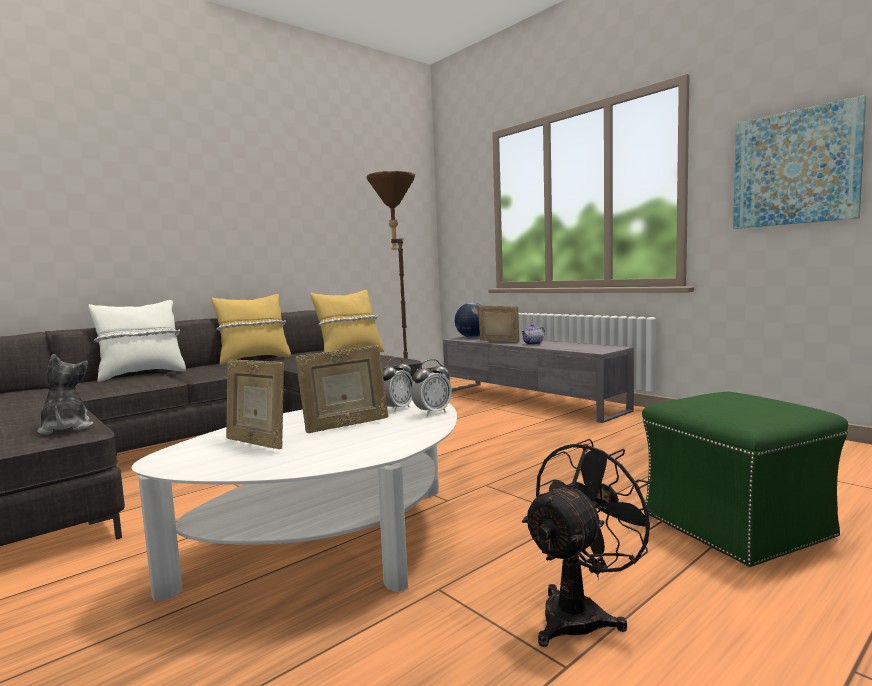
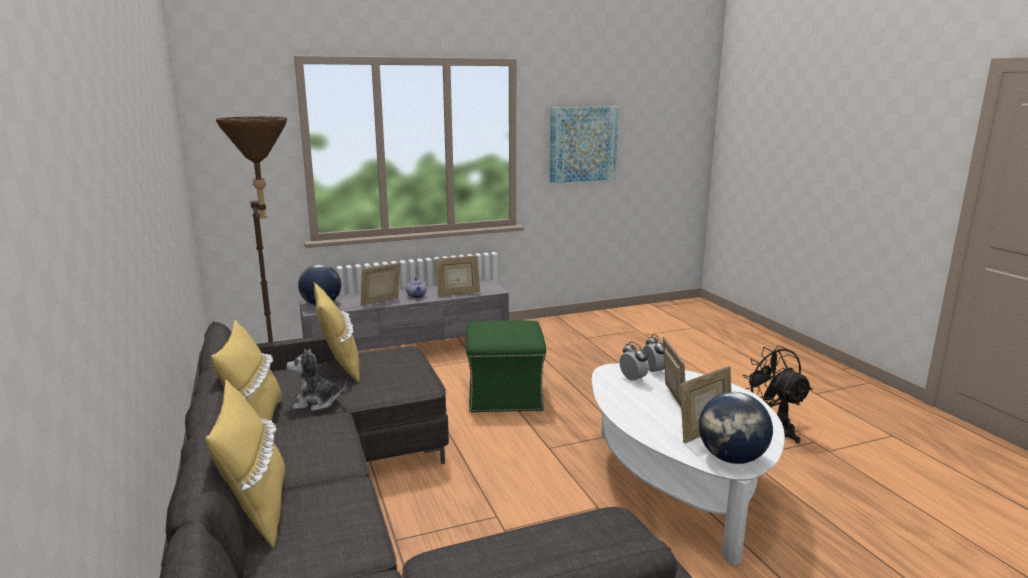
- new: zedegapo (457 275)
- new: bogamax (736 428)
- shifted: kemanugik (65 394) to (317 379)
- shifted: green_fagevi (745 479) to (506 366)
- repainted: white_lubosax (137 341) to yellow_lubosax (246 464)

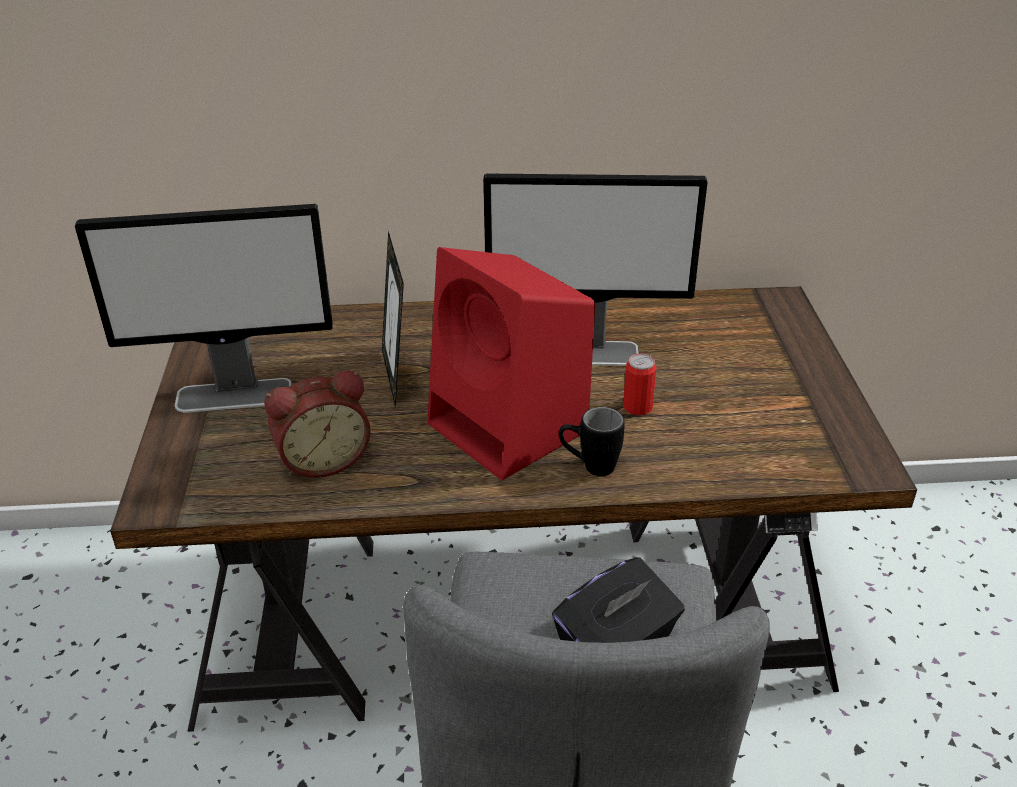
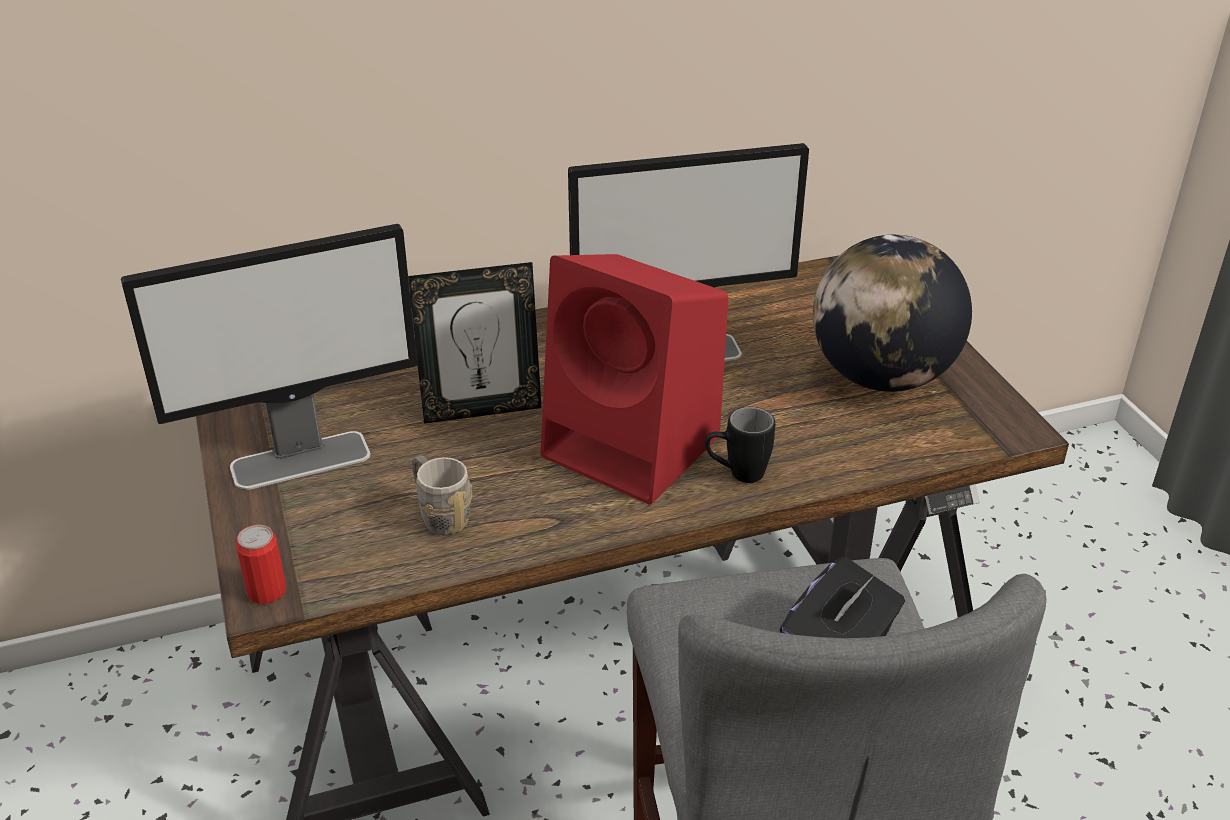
- new: bogamax (892 313)
- shifted: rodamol (639 384) to (261 564)
- swapped: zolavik (317 424) to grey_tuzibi (442 495)
- rotated: zedegapo (393 319) = (475 343) 75 degrees counterclockwise

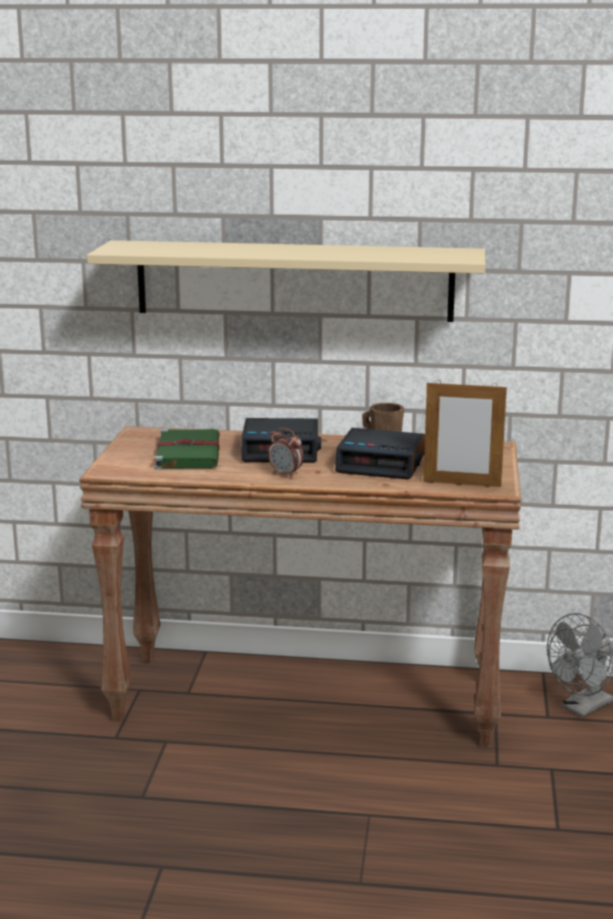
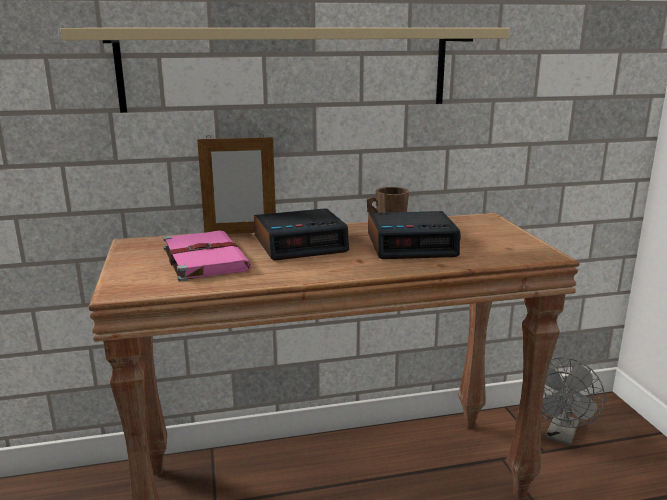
- gone: zolavik (285 453)
- shifted: zedegapo (465 433) to (236 184)
- repainted: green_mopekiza (187 449) to pink_mopekiza (207 256)

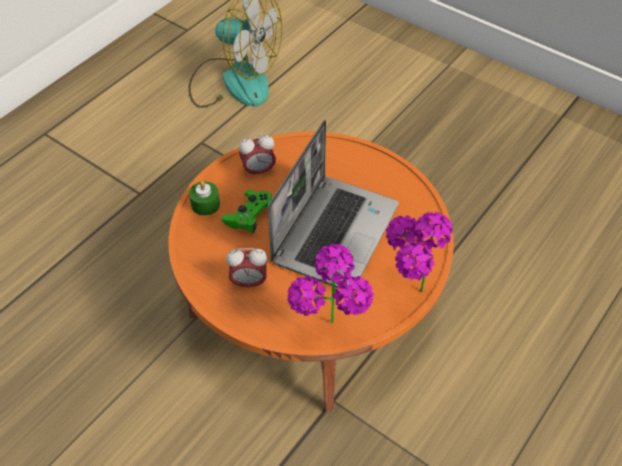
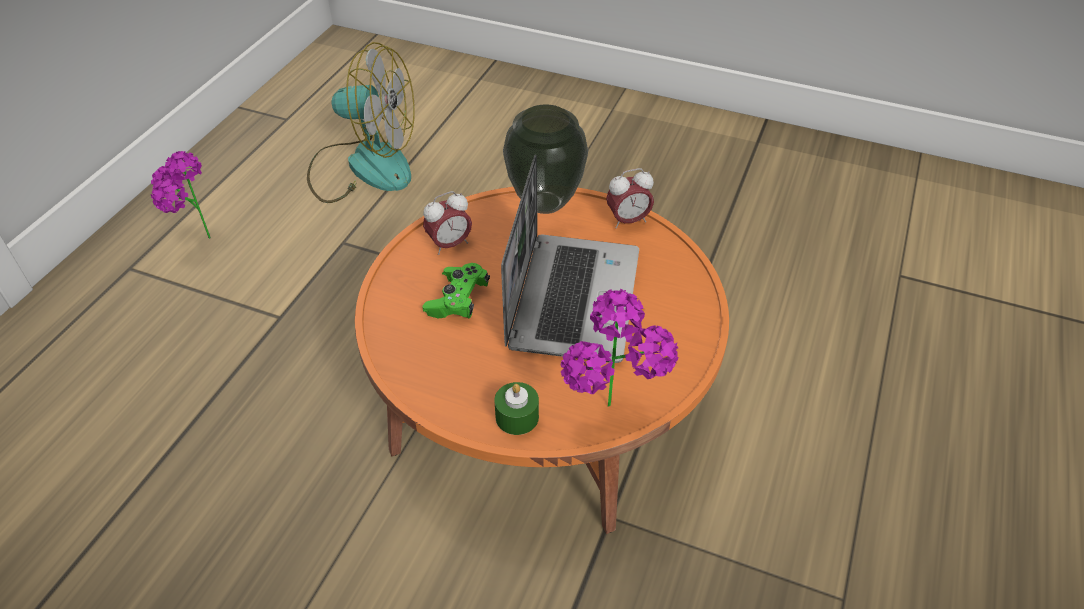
- new: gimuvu (545 159)
- shifted: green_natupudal (204 198) to (517 408)
- shifted: zolavik (246 268) to (630 198)
- shifted: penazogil (419 252) to (181 195)

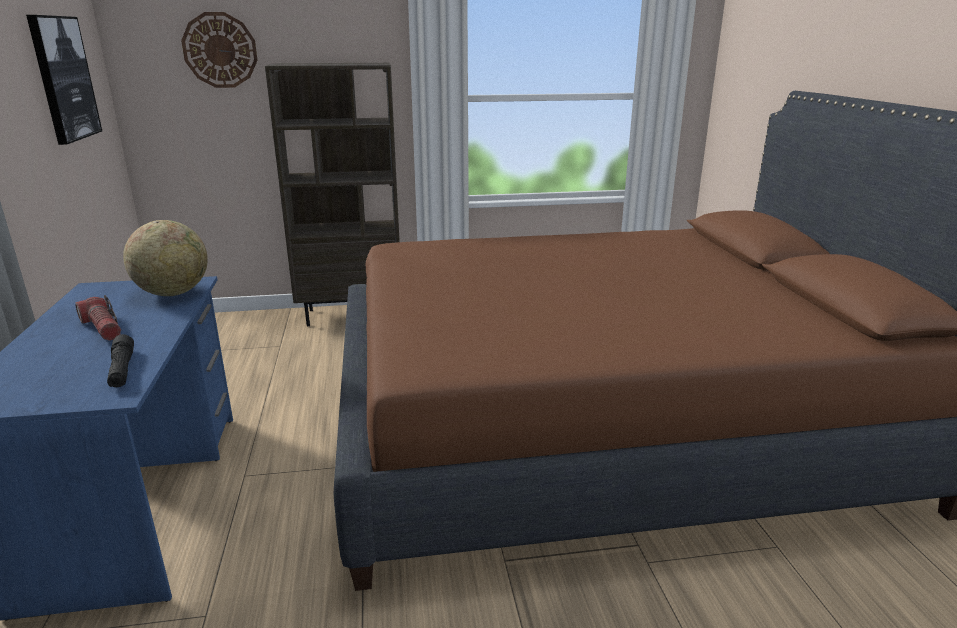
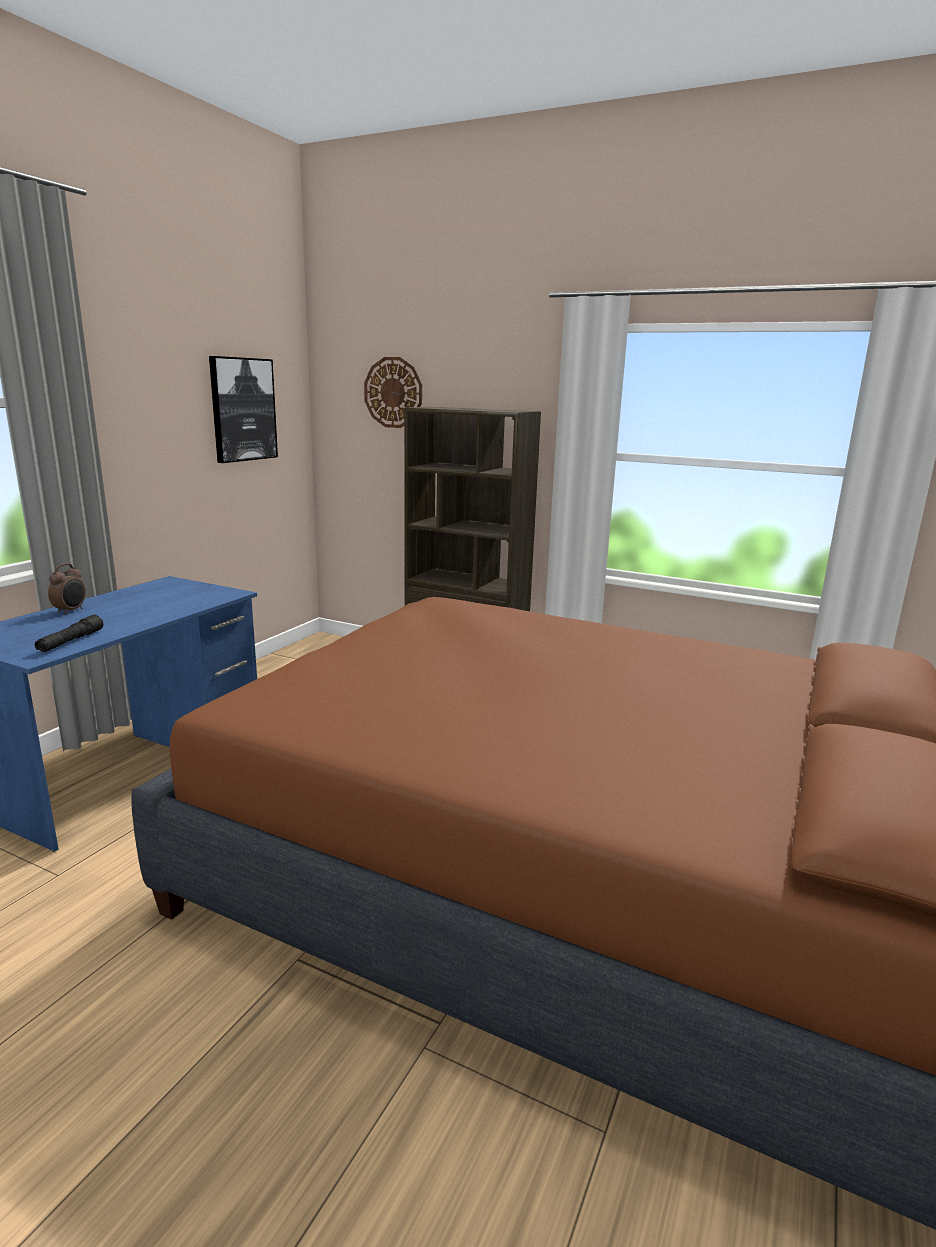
- gone: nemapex (98 318)
- gone: bogamax (165 258)
- new: zolavik (67 588)

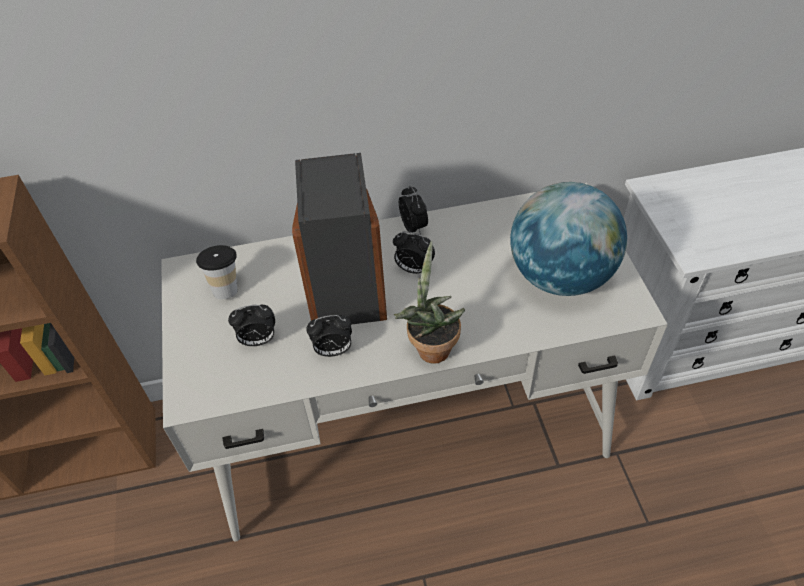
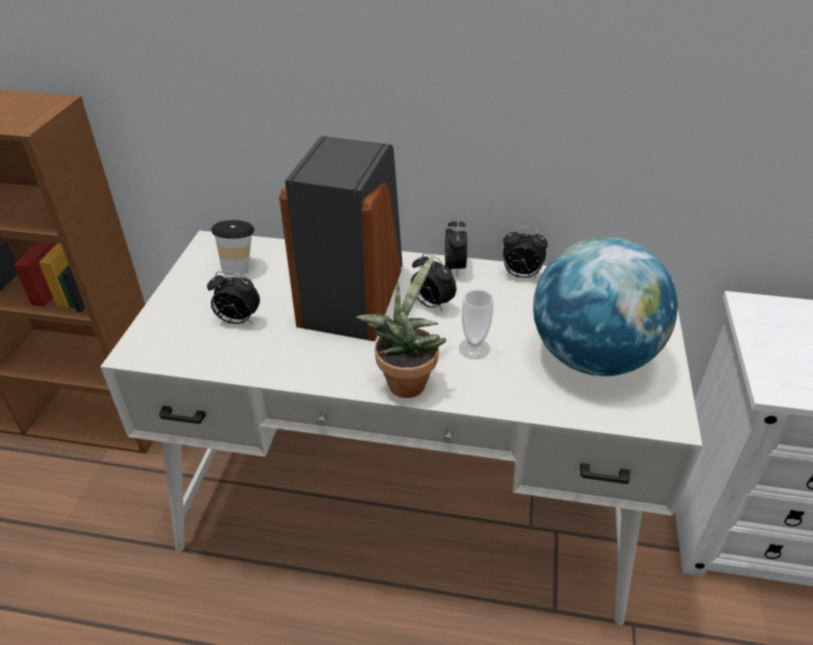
- new: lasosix (476 324)
- shifted: zolavik (329 336) to (525 253)

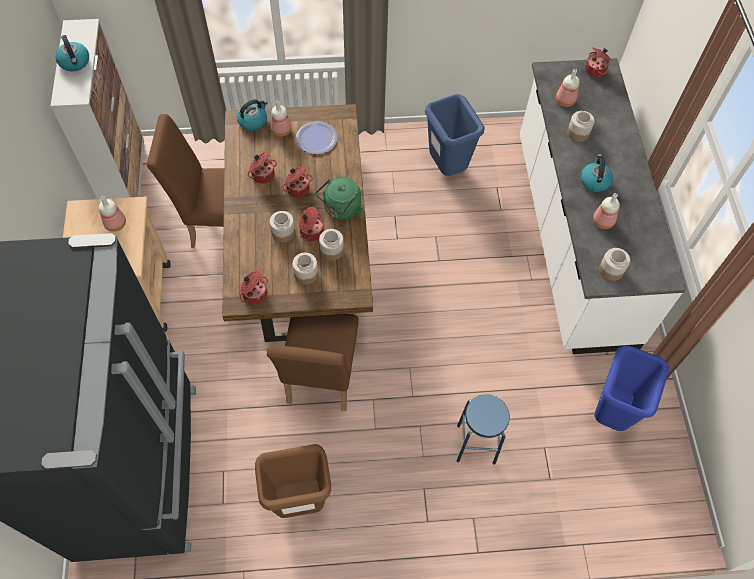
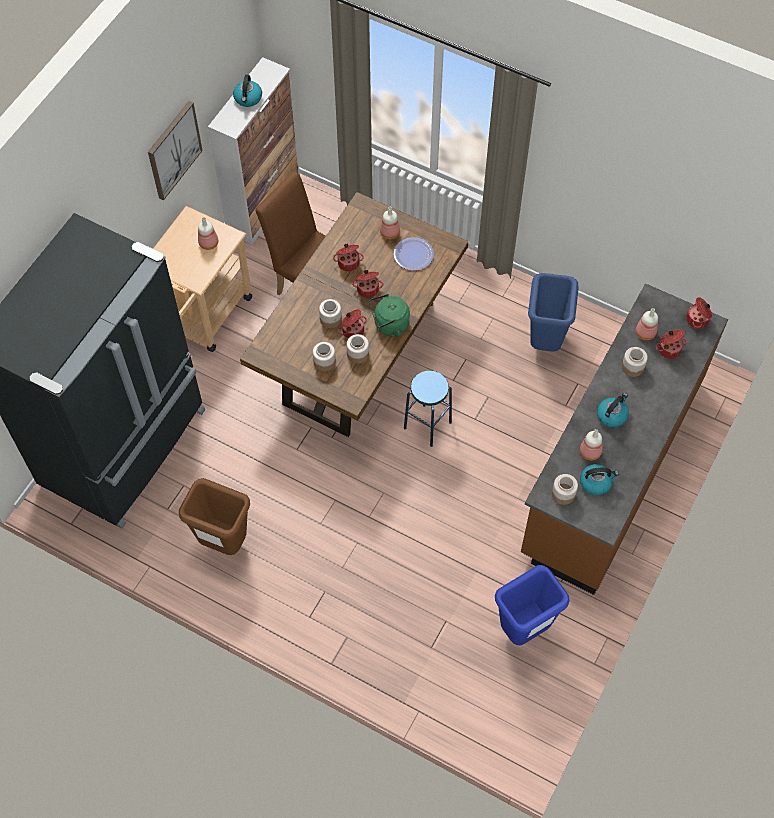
- gone: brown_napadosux (313 362)
- new: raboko (175 151)
- shifted: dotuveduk (252 115) to (599 479)
- shifted: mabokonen (253 287) to (671 344)
- shifted: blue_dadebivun (483 429) to (428 409)
- repainted: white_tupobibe (603 206) to brown_tupobibe (624 439)

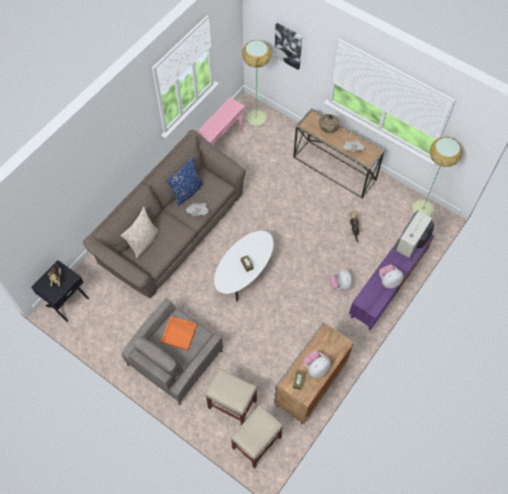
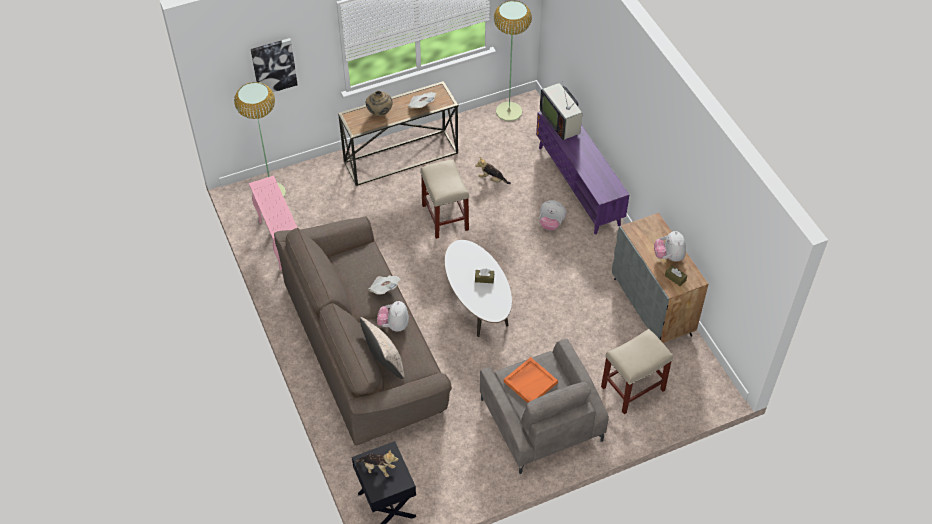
- gone: blue_lubosax (185 181)
- shifted: beige_dadebivun (256 437) to (444 199)
- shifted: kemanugik (391 277) to (393 316)

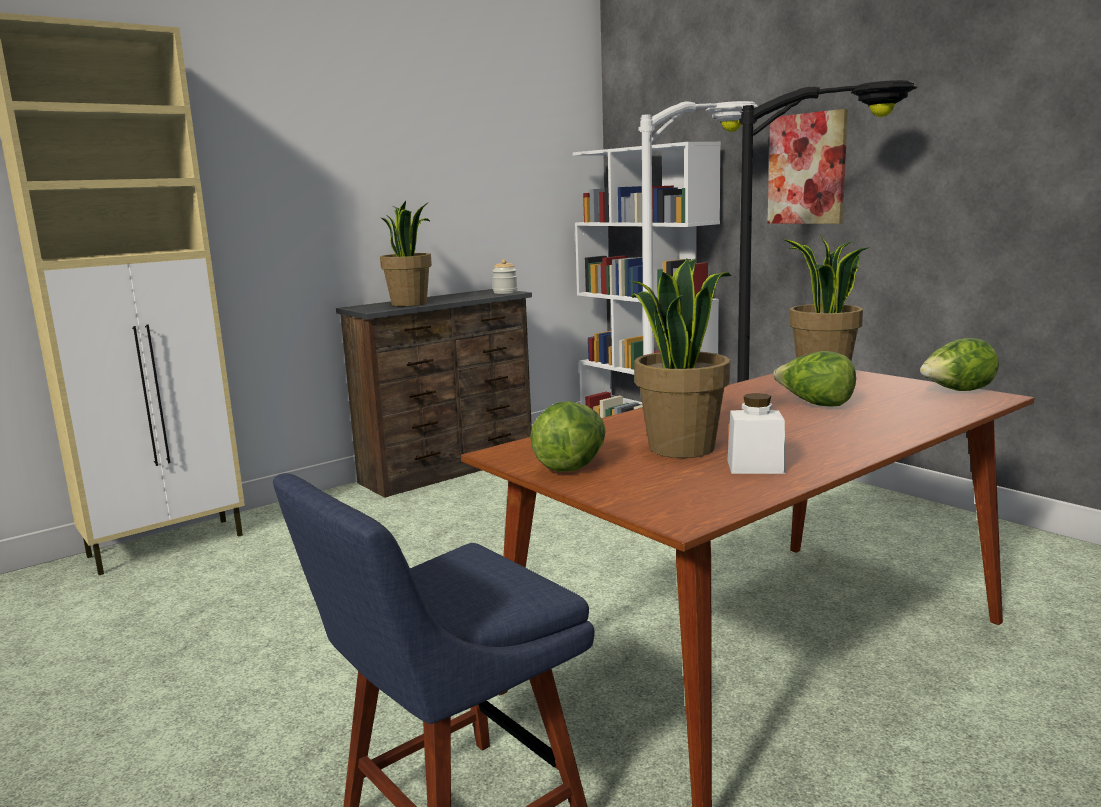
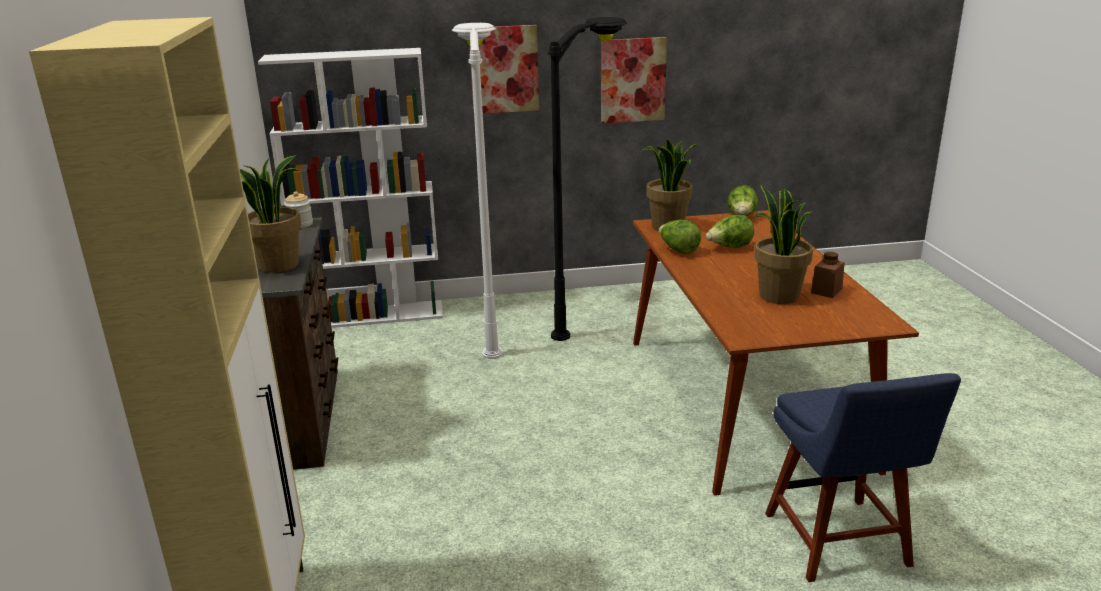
- new: raboko (634 80)
- shifted: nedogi (568 436) to (680 237)
- repainted: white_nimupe (756 433) to brown_nimupe (828 275)

